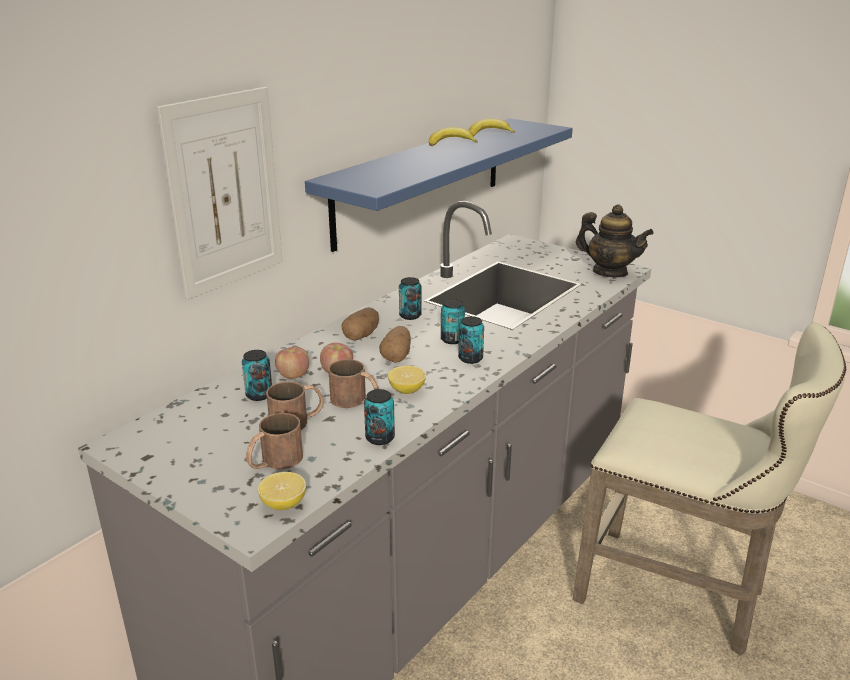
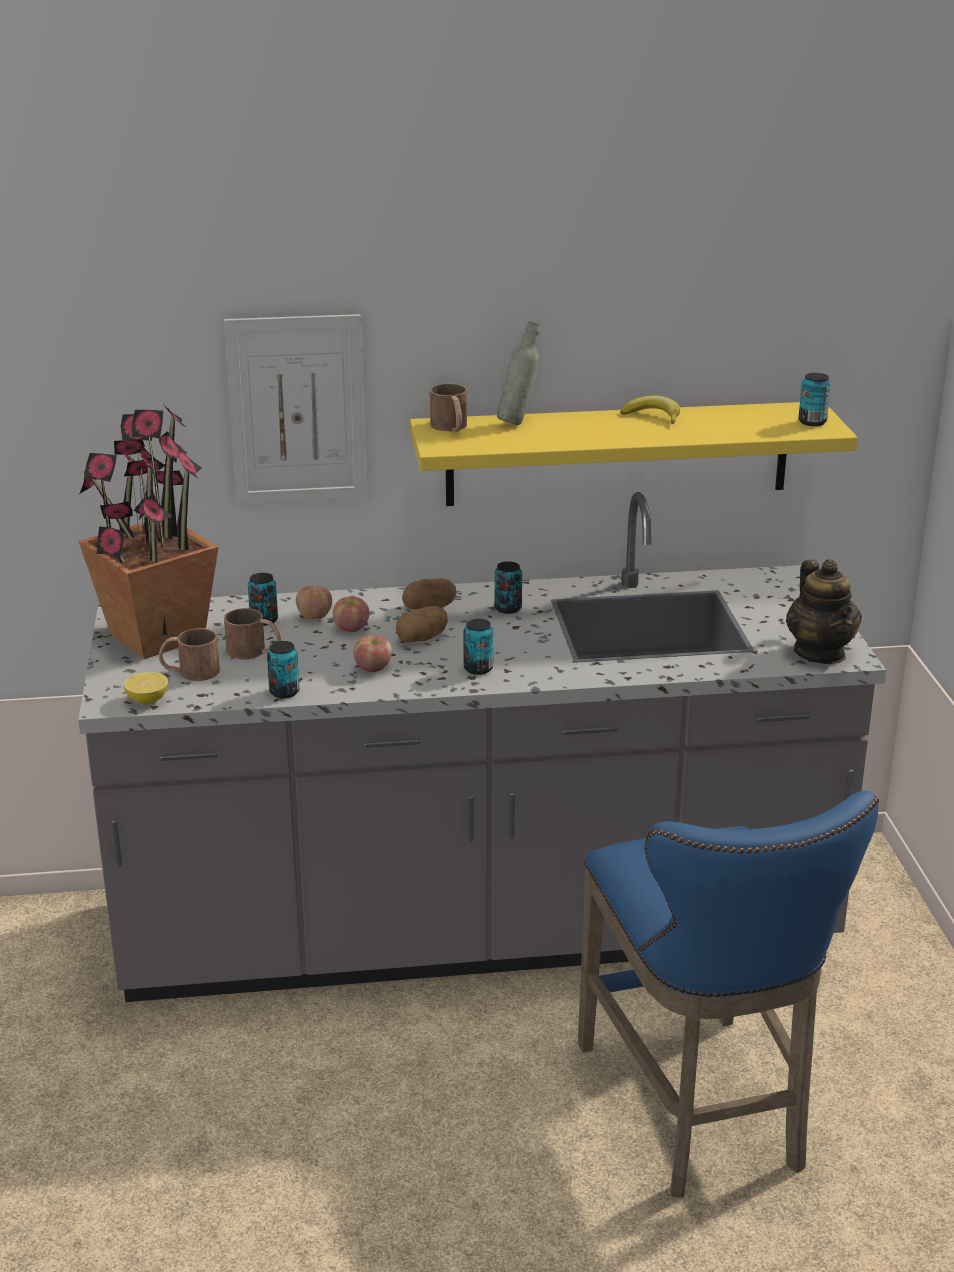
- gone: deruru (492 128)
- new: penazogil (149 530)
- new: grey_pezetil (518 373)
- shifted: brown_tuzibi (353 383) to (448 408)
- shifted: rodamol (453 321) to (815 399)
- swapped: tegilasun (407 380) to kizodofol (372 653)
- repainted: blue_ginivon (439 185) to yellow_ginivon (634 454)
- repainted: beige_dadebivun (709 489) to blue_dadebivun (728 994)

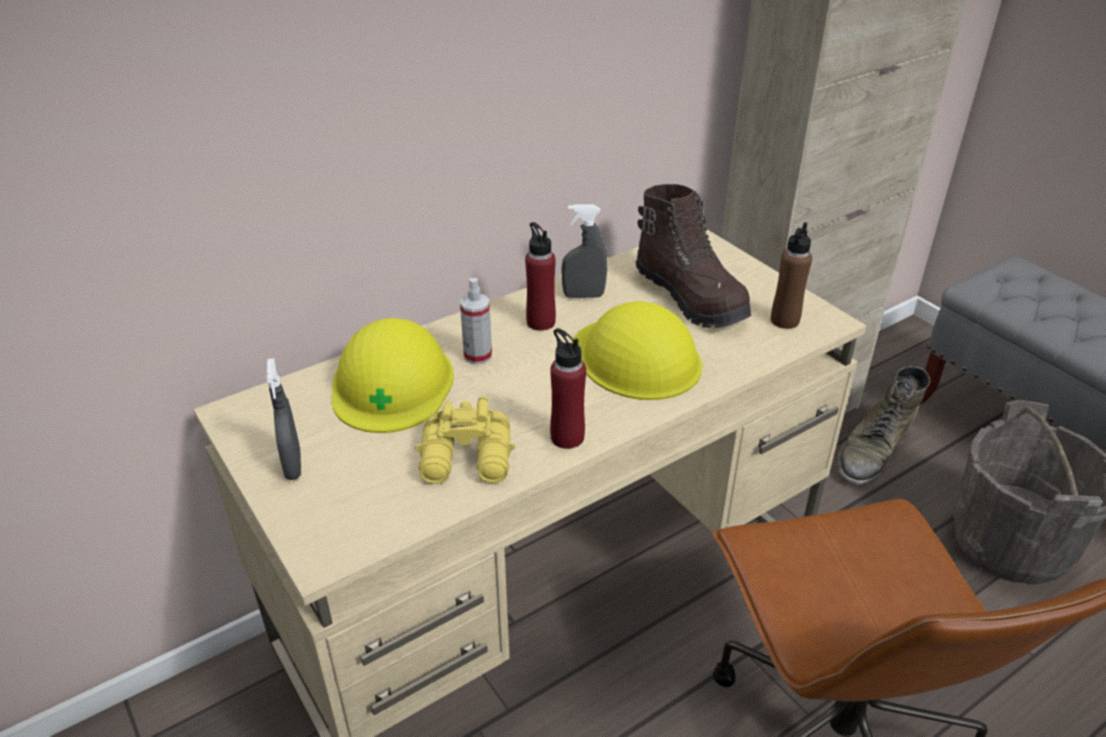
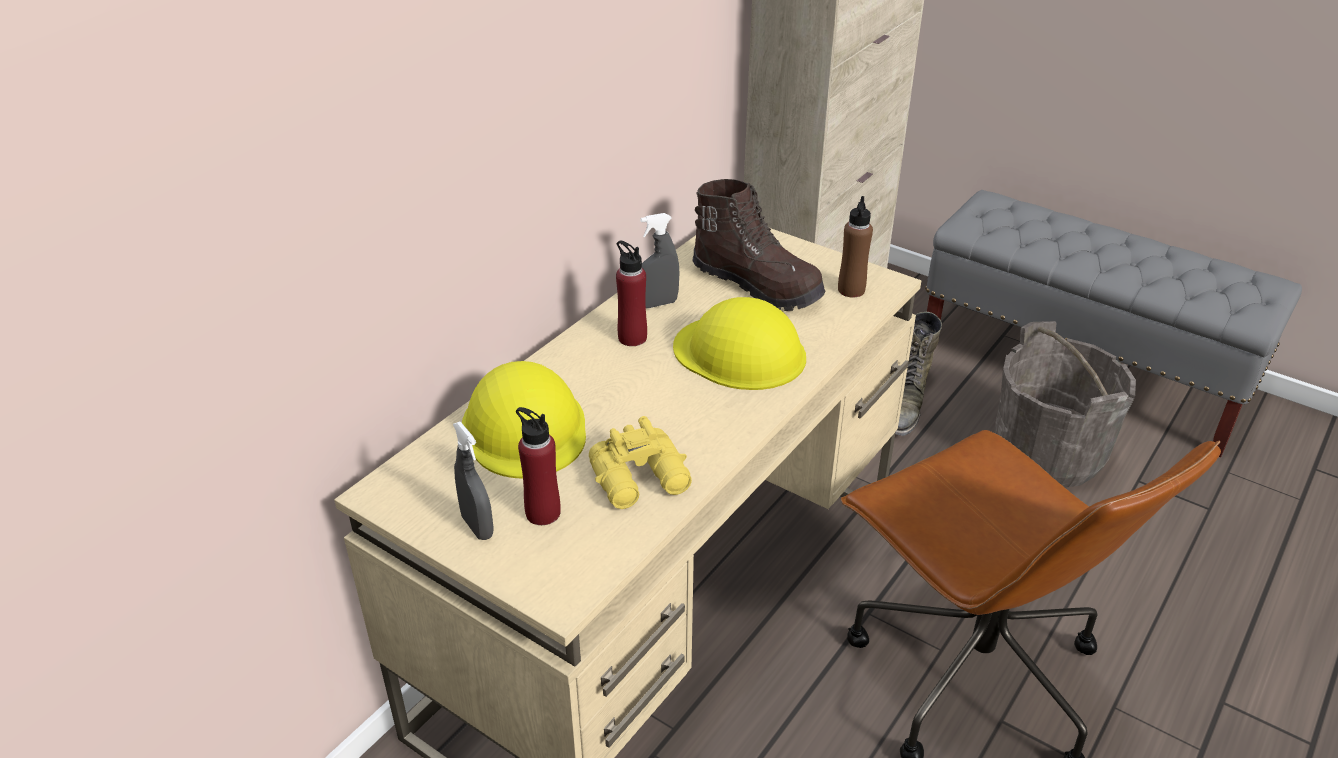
- gone: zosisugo (476 321)
- shifted: red_pezetil (568 388) to (538 466)

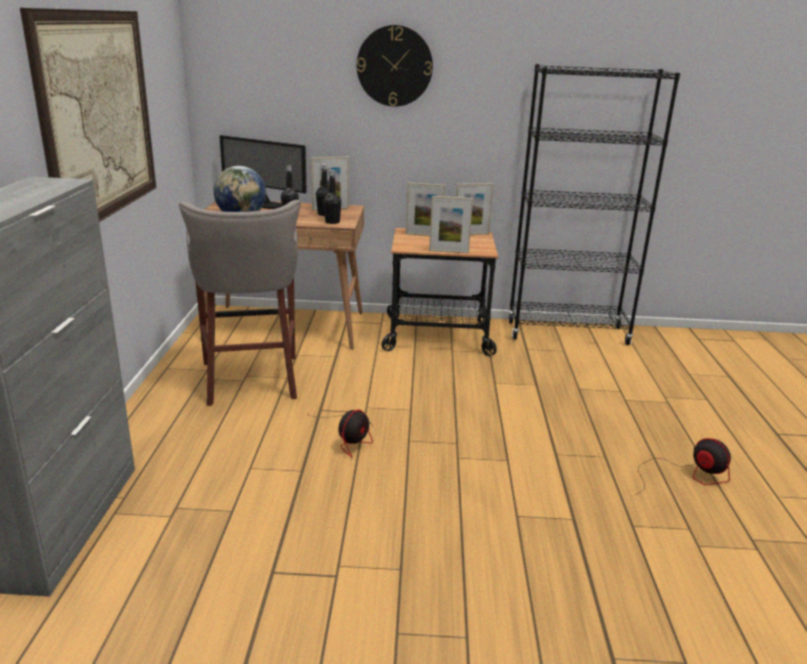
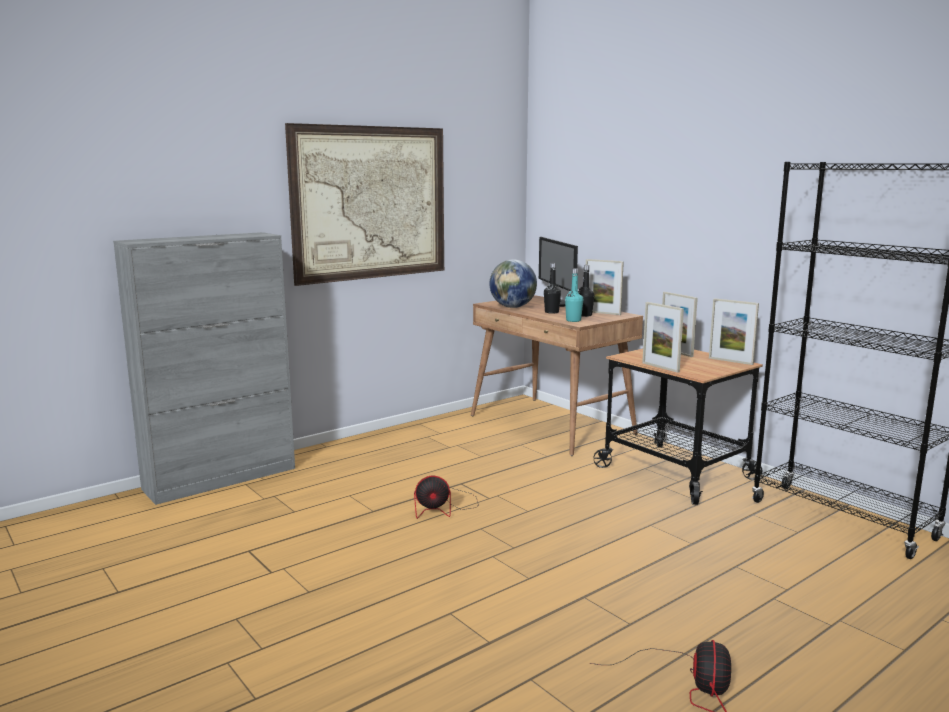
- gone: grey_dadebivun (240 303)
- gone: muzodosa (395 66)
- repainted: black_pezetil (332 197) to turquoise_pezetil (574 295)

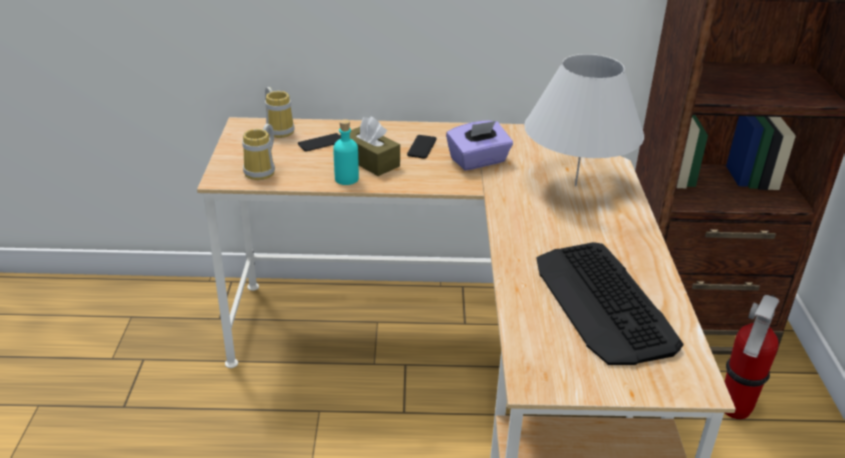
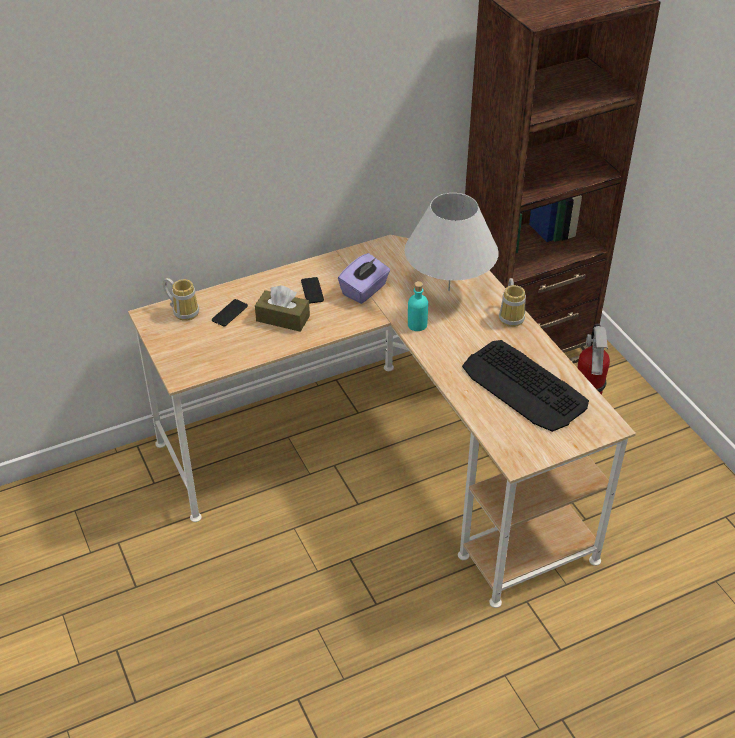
- shifted: tuzibi (258 152) to (512 302)
- shifted: turquoise_pezetil (346 152) to (418 306)

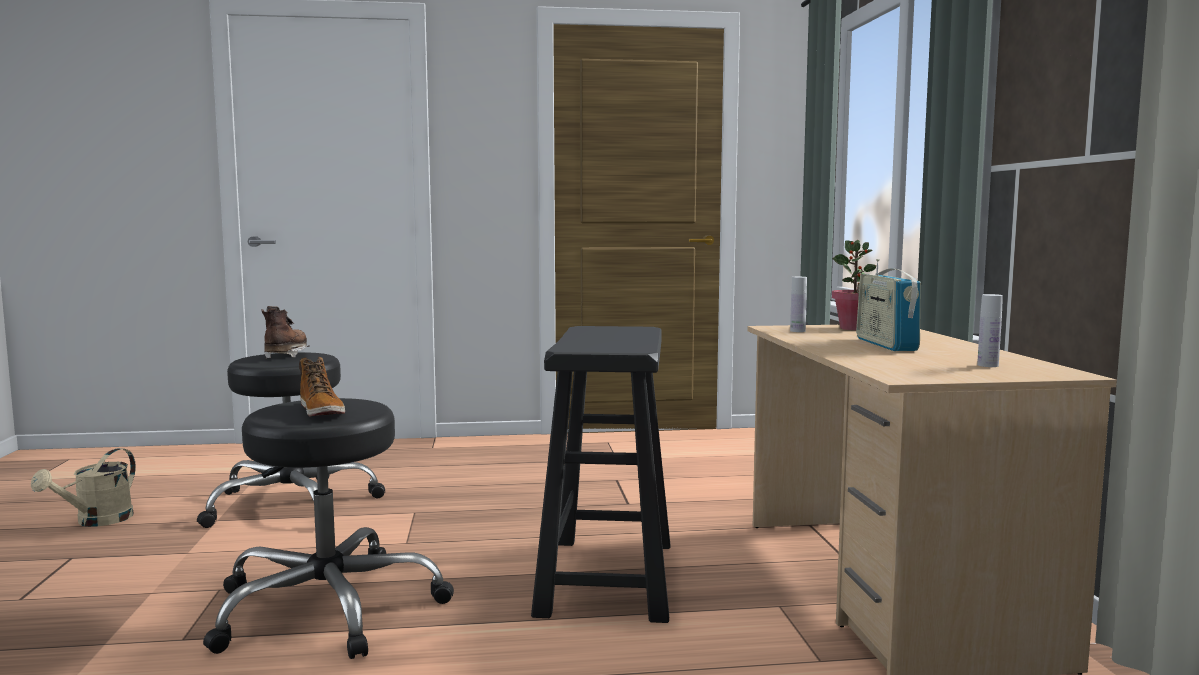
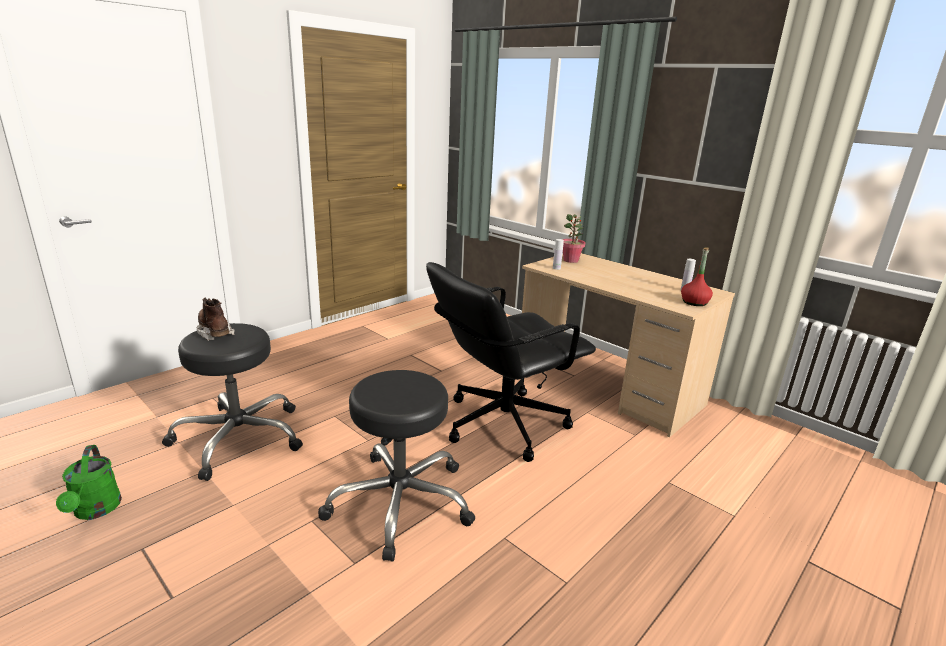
- gone: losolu (322 387)
- gone: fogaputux (888 305)
- new: red_pezetil (697 276)
- swapped: black_dadebivun (600 474) to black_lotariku (511 362)
- repainted: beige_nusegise (83 487) to green_nusegise (89 482)

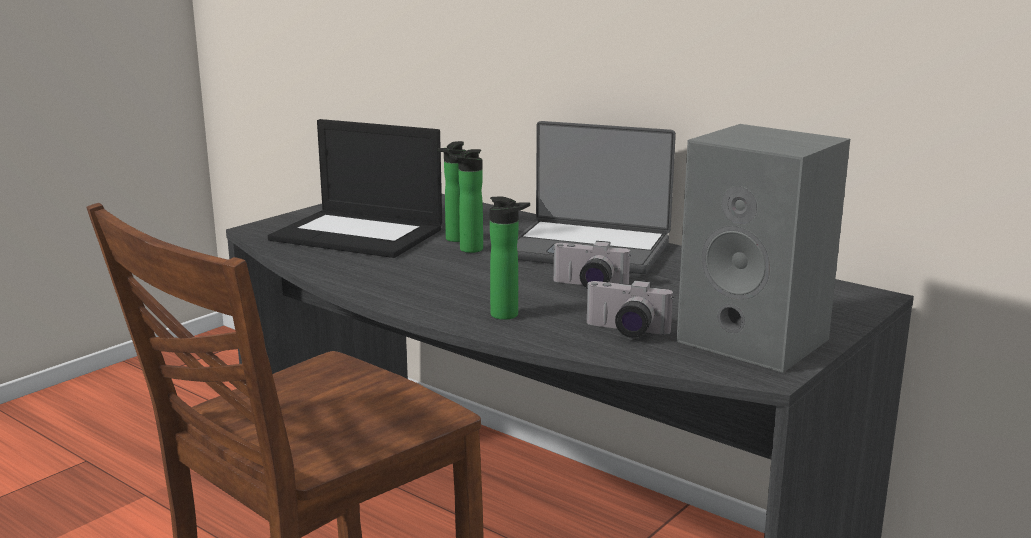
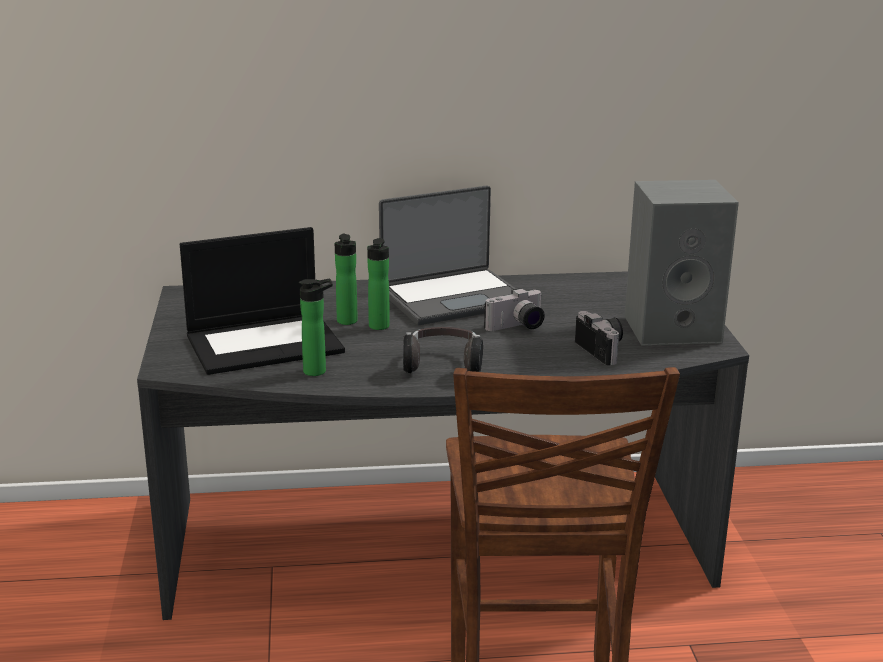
- new: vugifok (443 350)
- shifted: pezetil (510 258) to (316 327)
- rotated: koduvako (629 309) = (599 338) 90 degrees counterclockwise

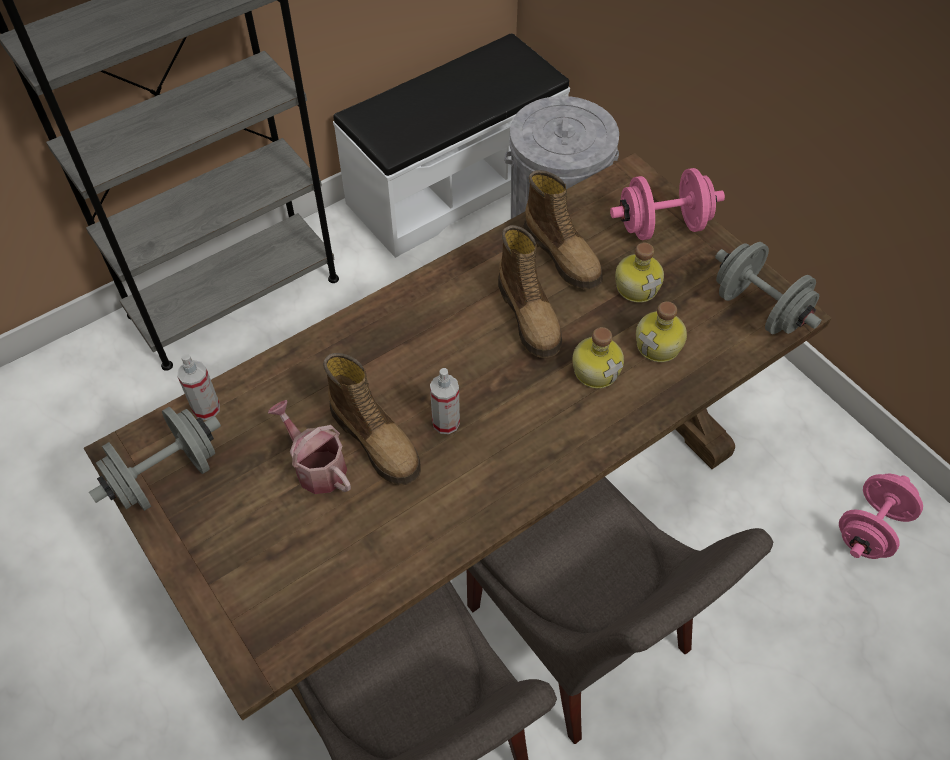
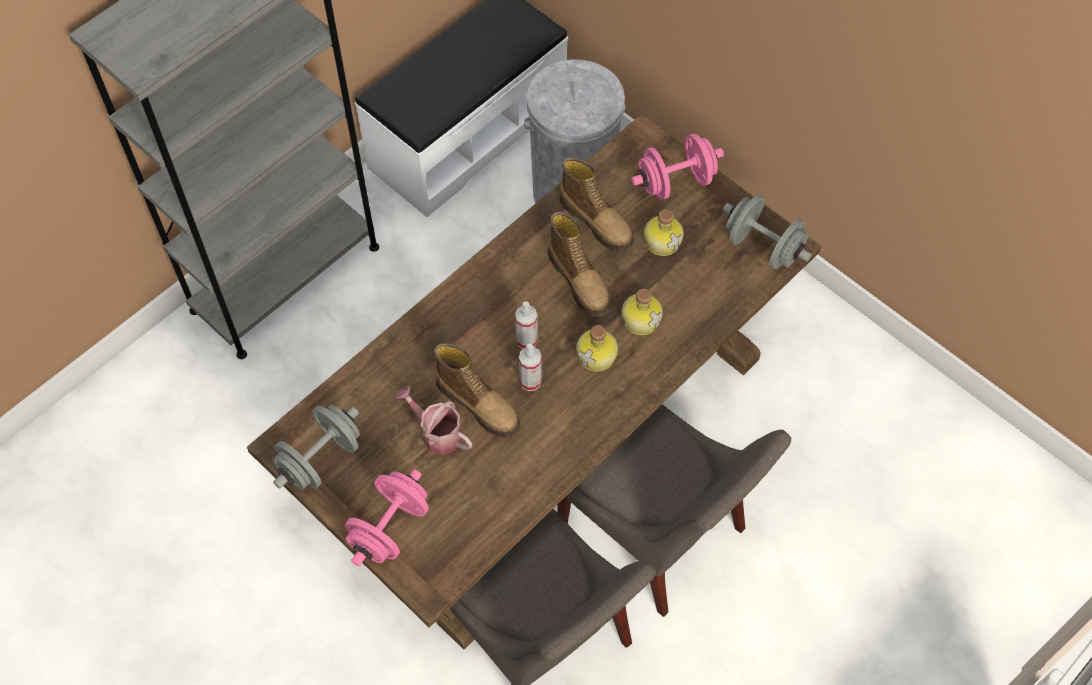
- shifted: zosisugo (198 386) to (526 325)
- shifted: pezetil (661 331) to (597 348)
- shifted: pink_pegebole (881 516) to (387 517)

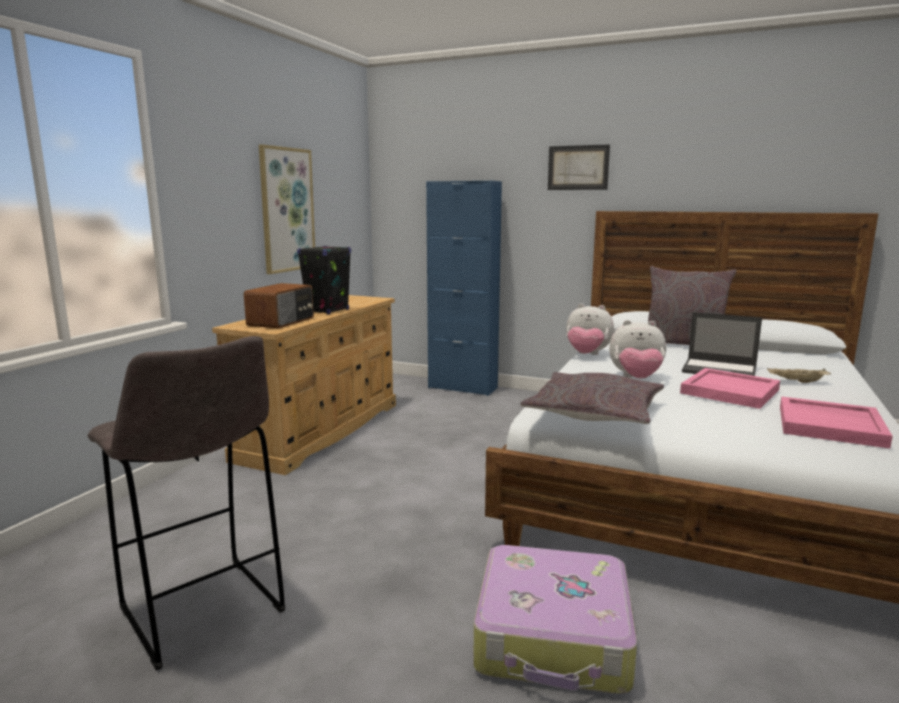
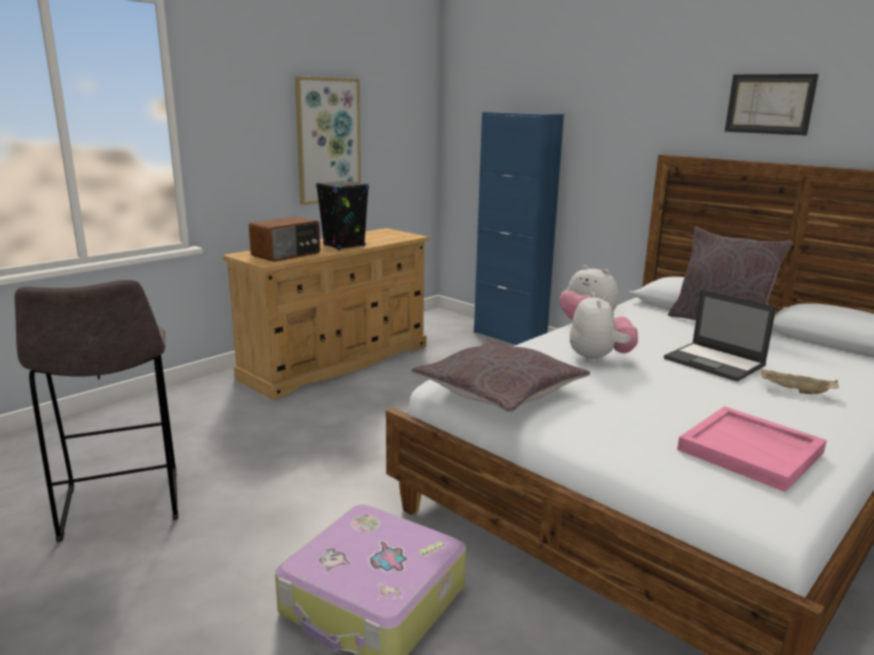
- gone: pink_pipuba (730 388)
- shifted: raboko (579 167) to (771 105)
- rotated: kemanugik (637 349) = (604 327) 120 degrees counterclockwise

